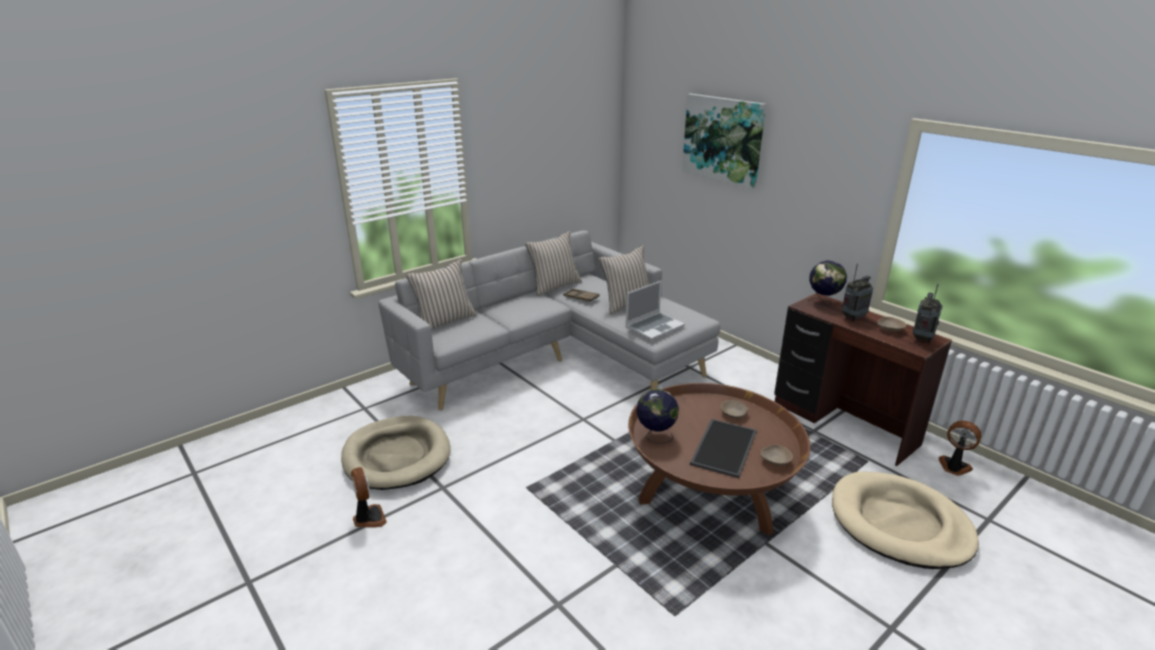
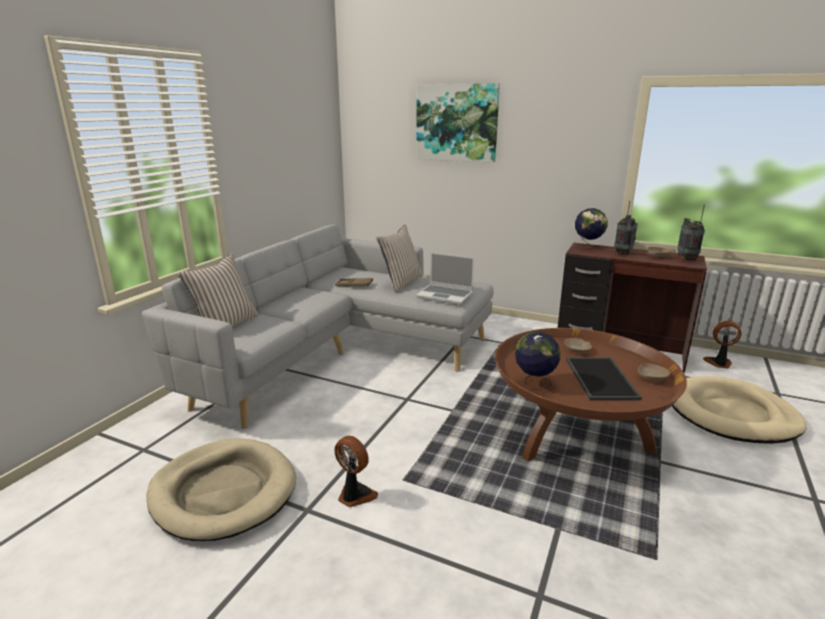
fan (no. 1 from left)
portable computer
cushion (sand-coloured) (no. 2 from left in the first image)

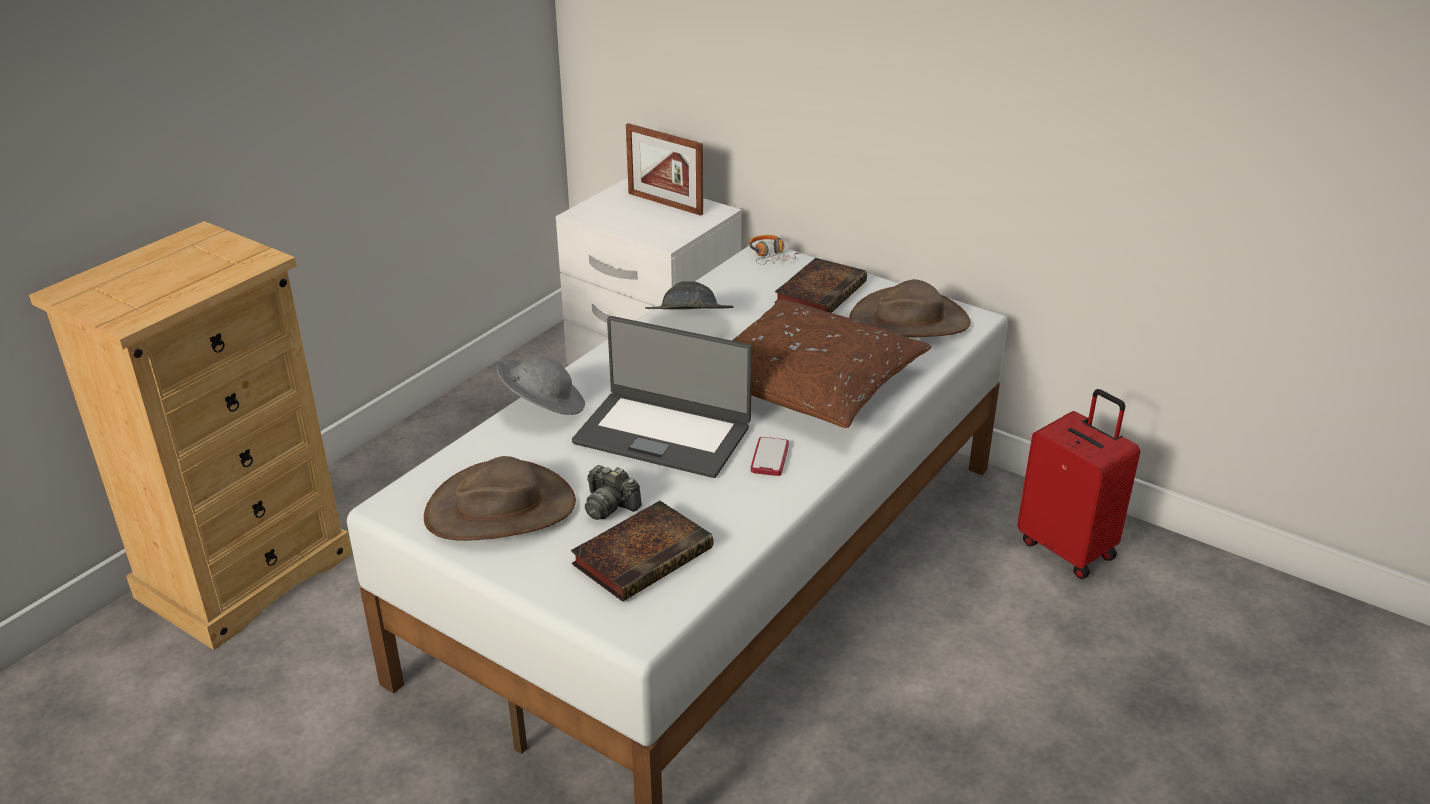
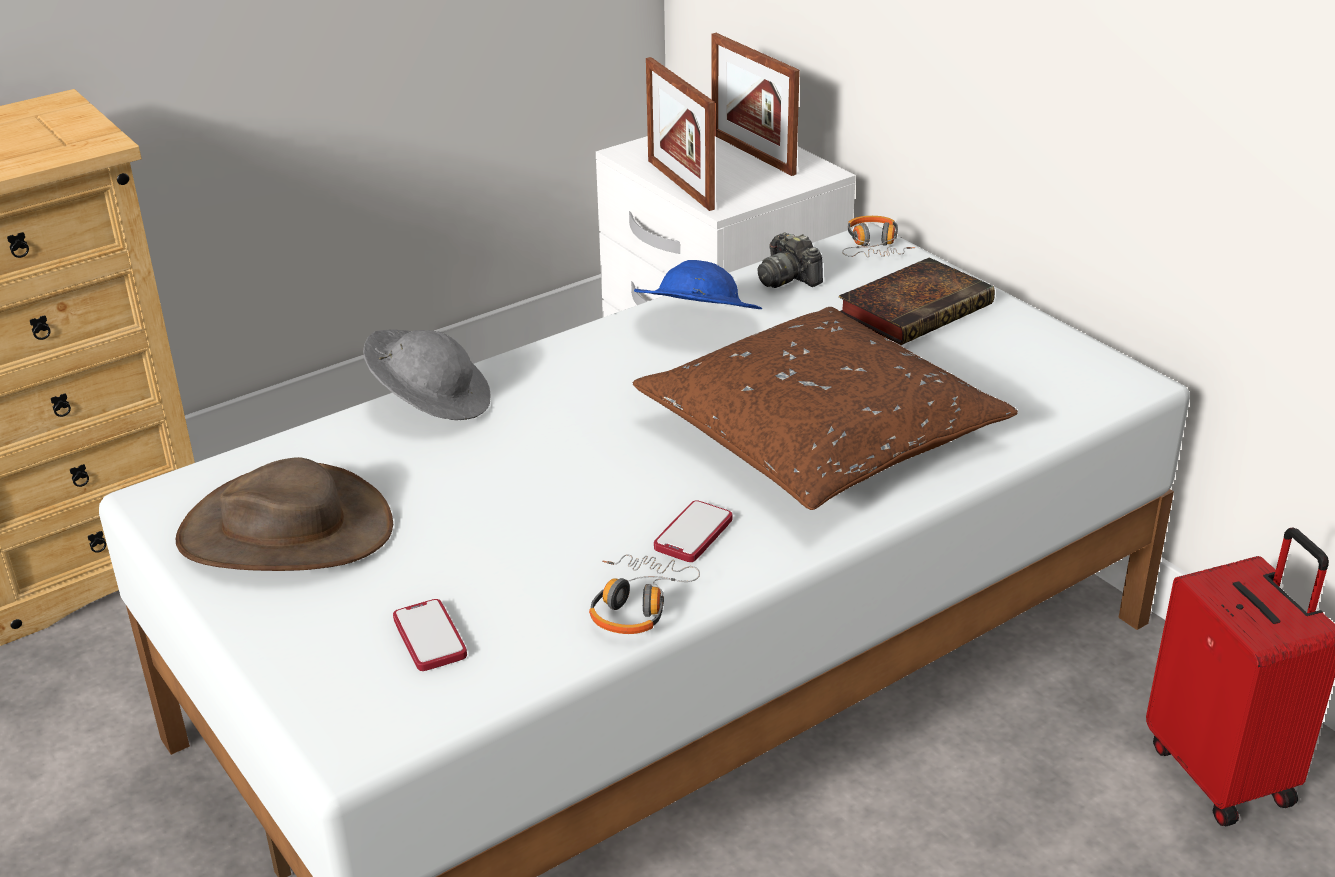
telephone (no. 1 from left)
headphones (no. 1 from left)
wearable hat (blue)
standing frame (no. 1 from left)
still camera
portable computer
wearable hat (brownish) (no. 2 from left in the first image)

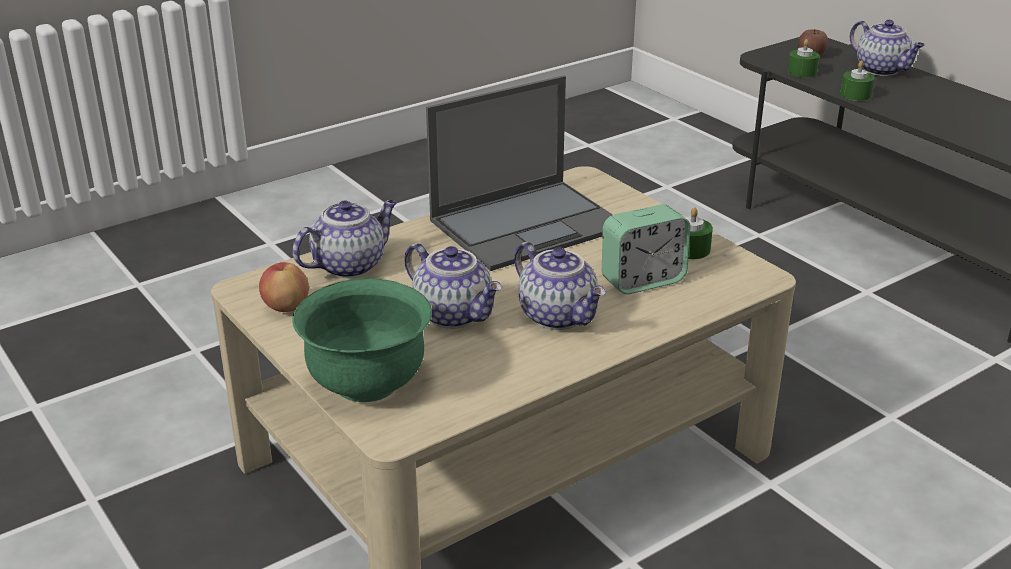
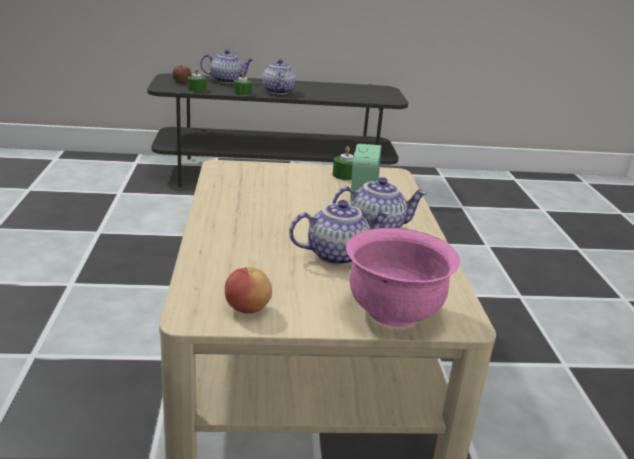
pot for tea (no. 2 from left)
serving bowl (pink)
portable computer

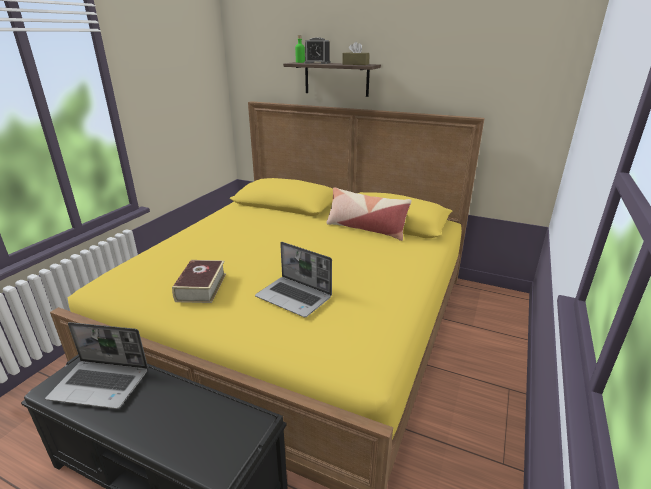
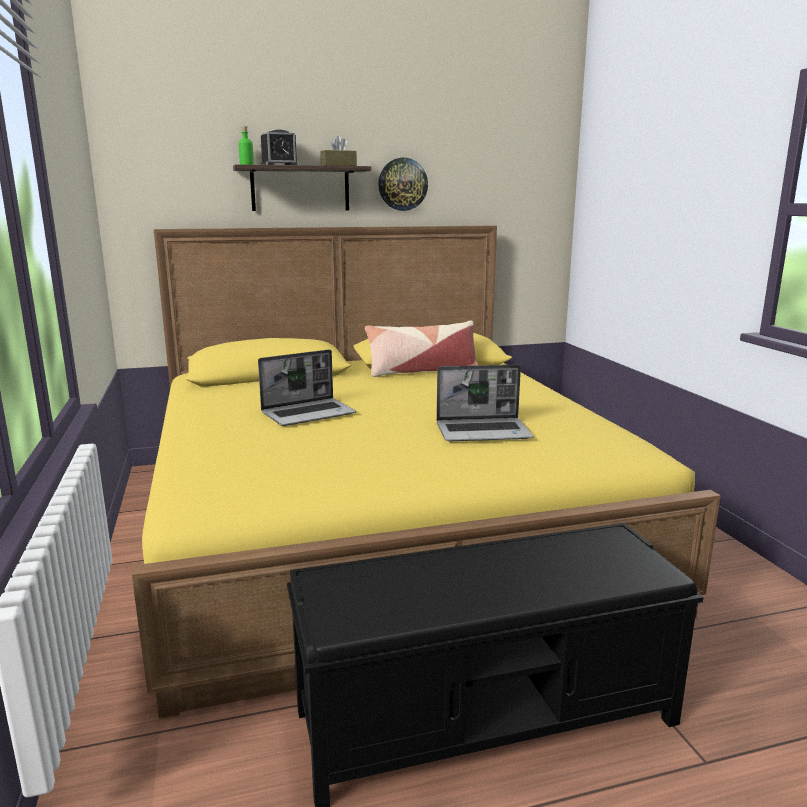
portable computer (no. 1 from left)
hanging clock
volume

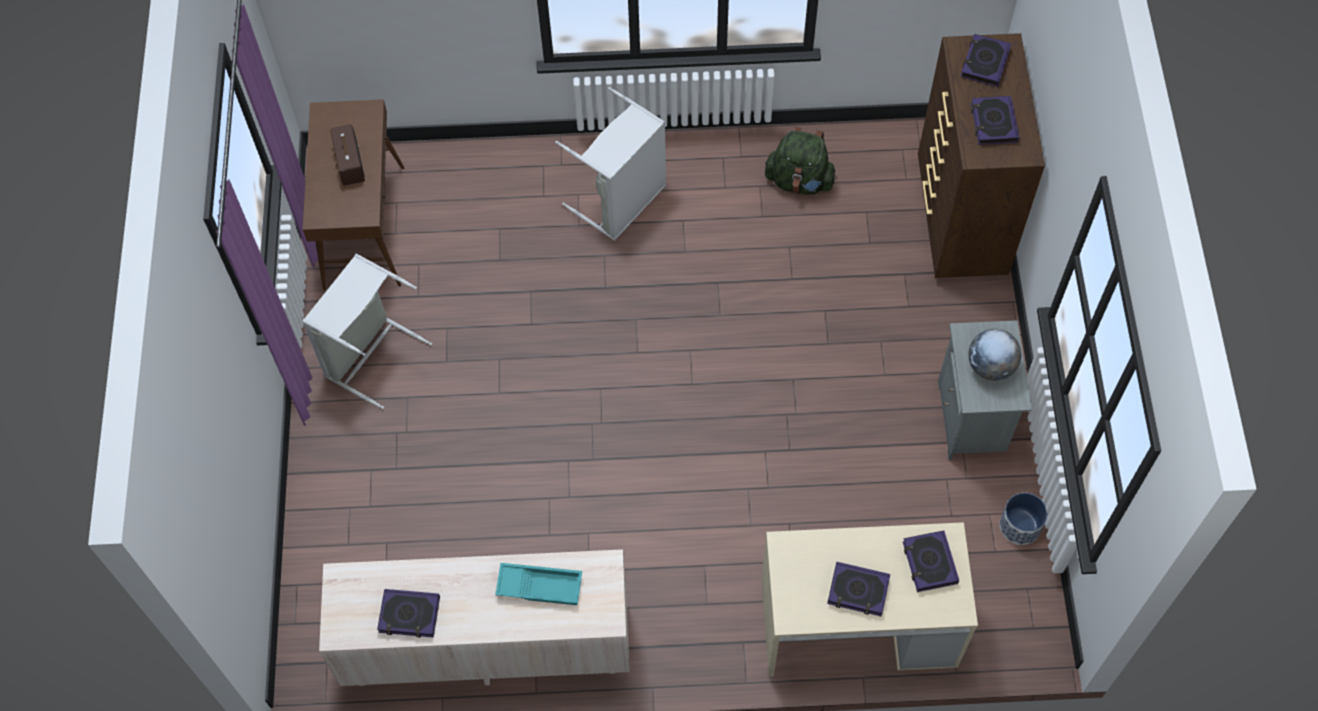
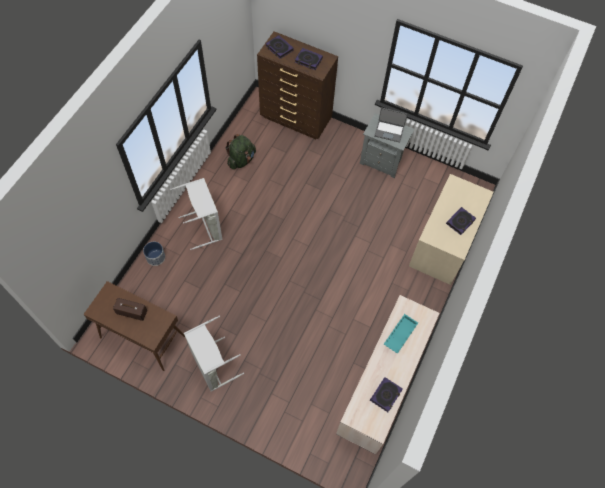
planter
portable computer
volume (no. 3 from left in the first image)

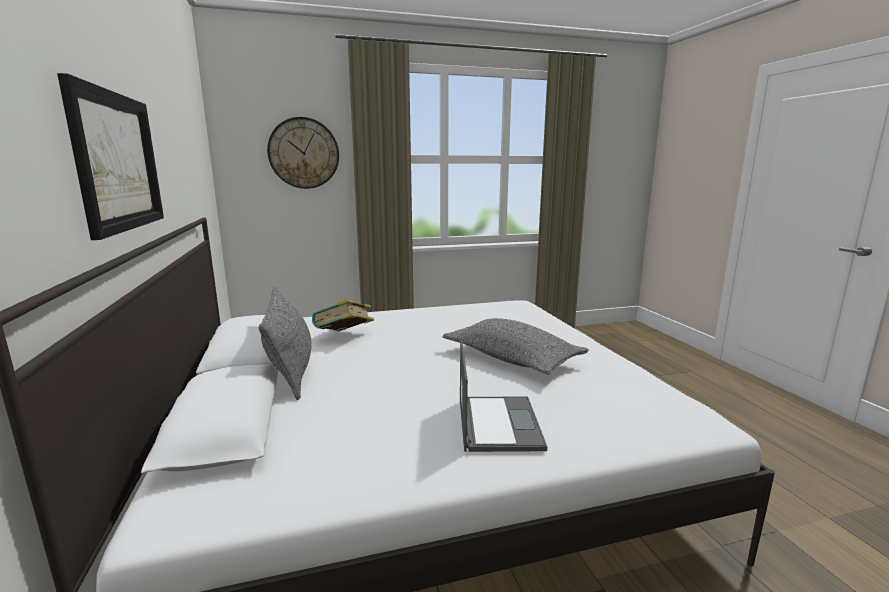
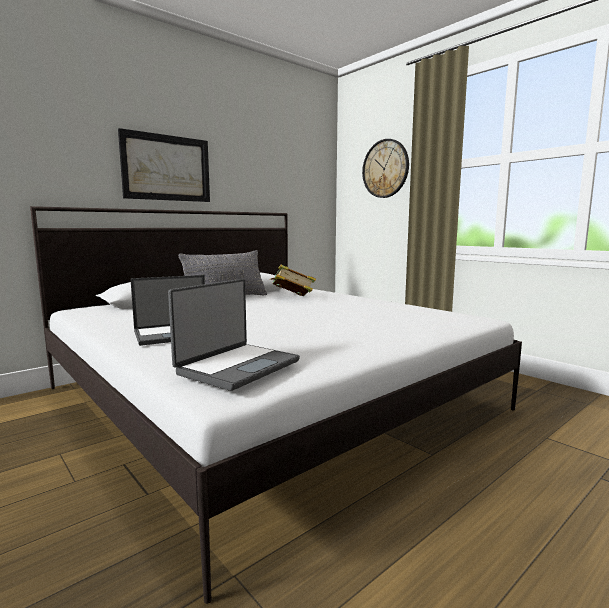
portable computer (no. 2 from left)
cushion (greyish) (no. 2 from left in the first image)

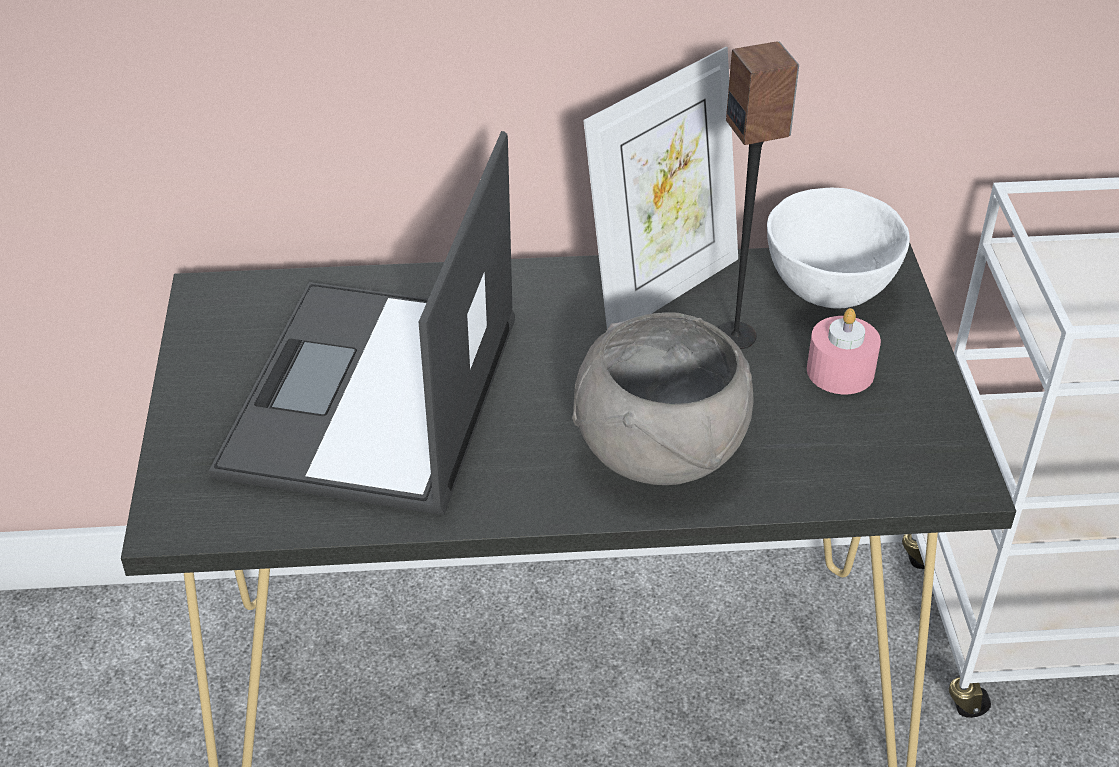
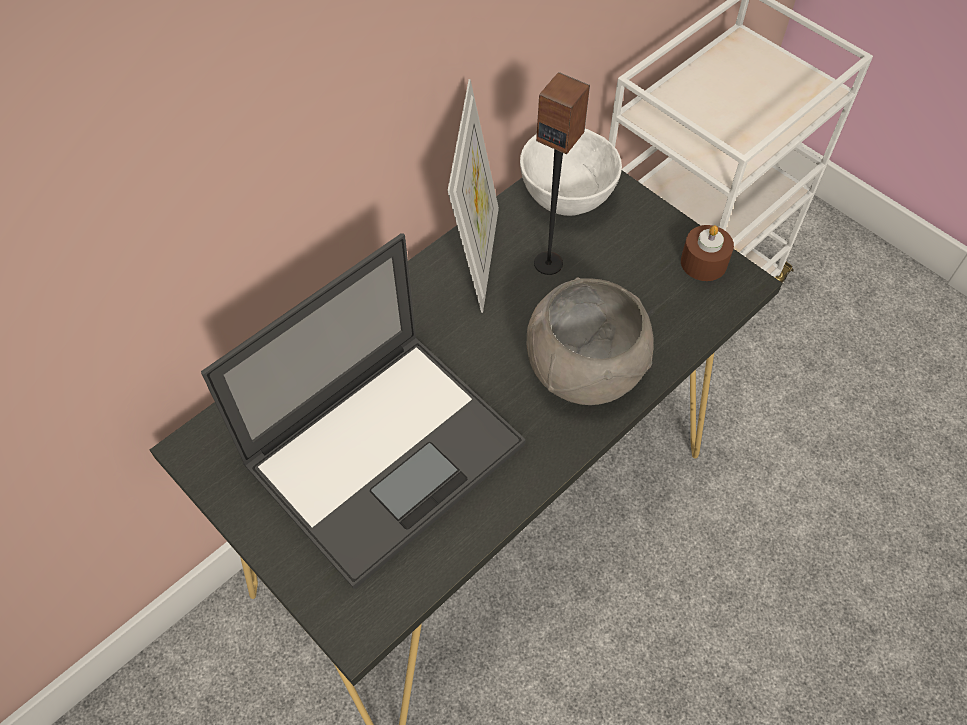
portable computer
wax light (brownish)
wax light (pink)

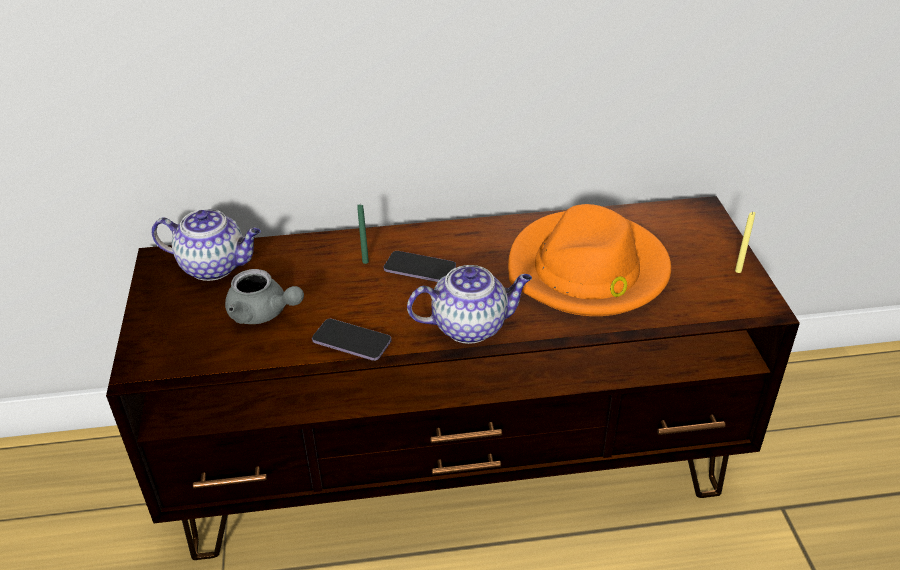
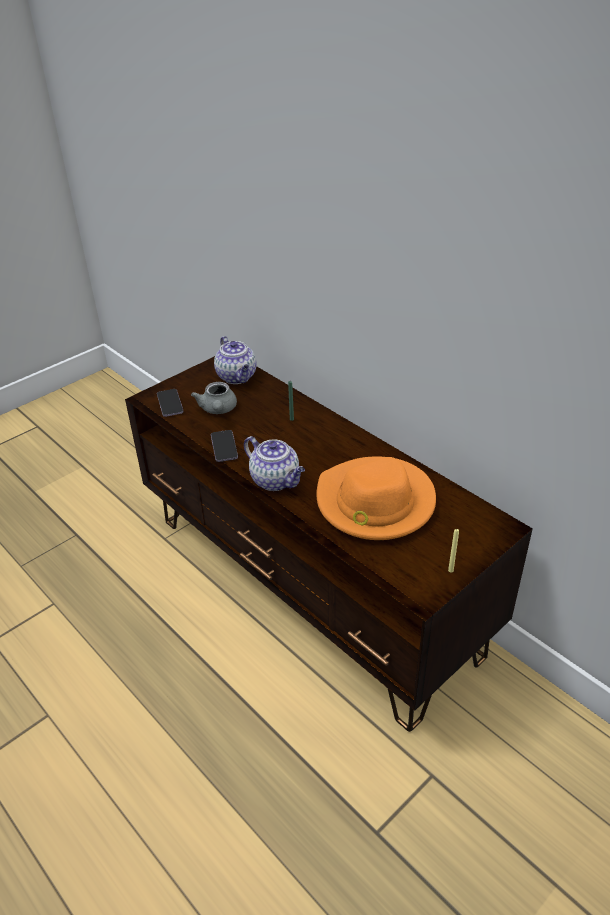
telephone (no. 1 from left)

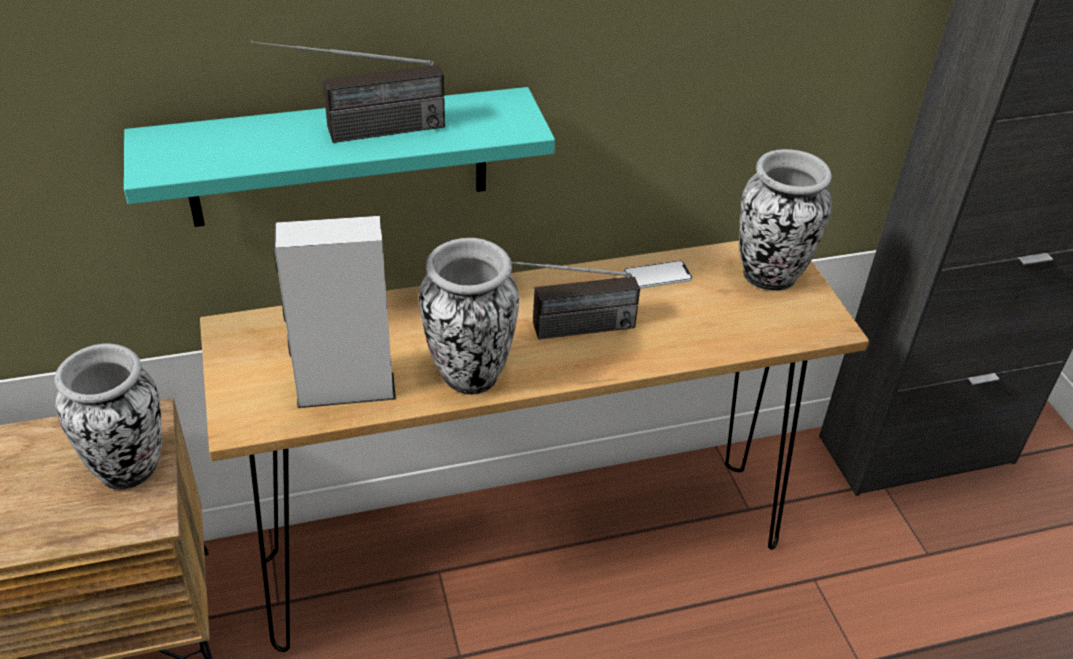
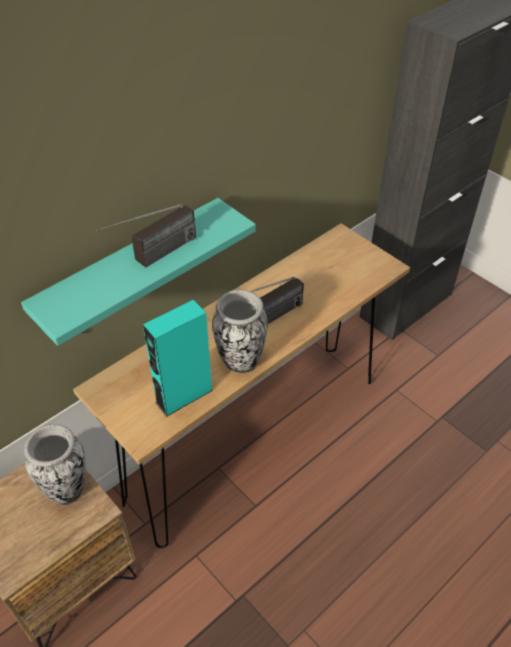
loudspeaker (turquoise)
telephone
decorative vase (no. 3 from left in the first image)

